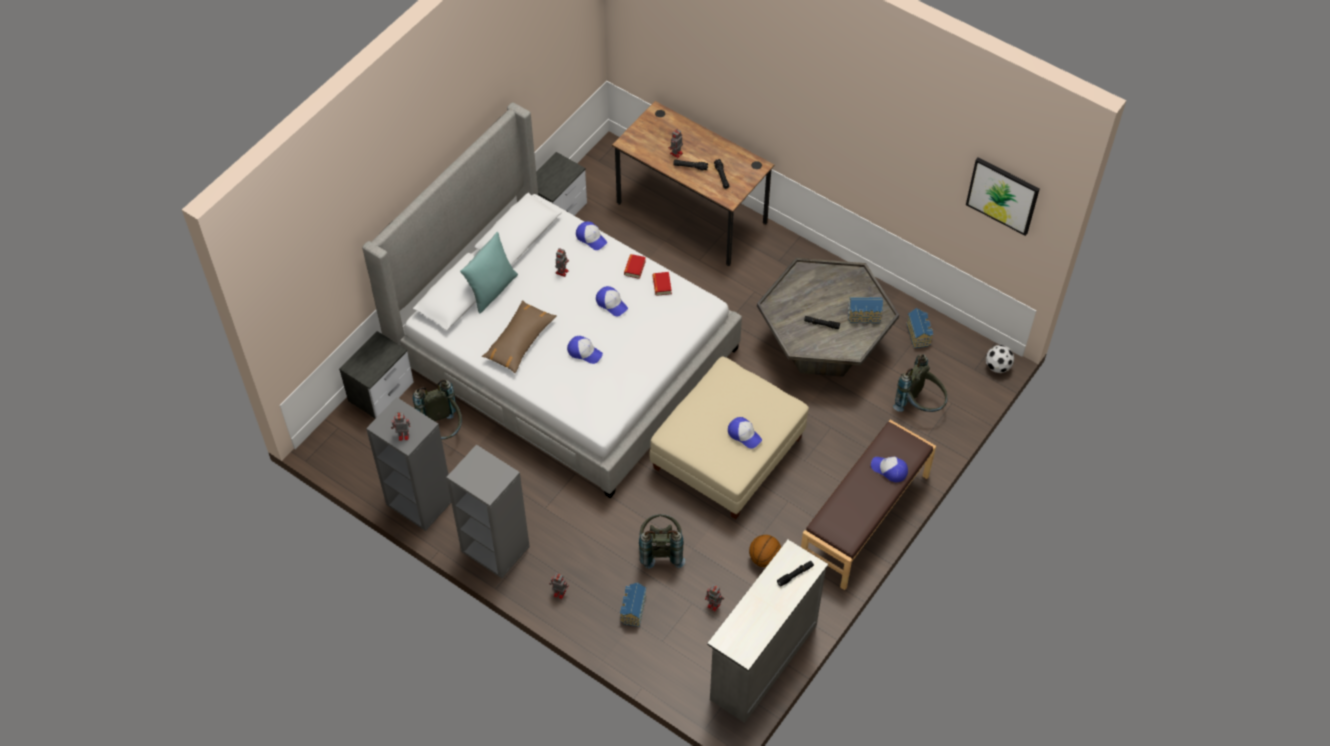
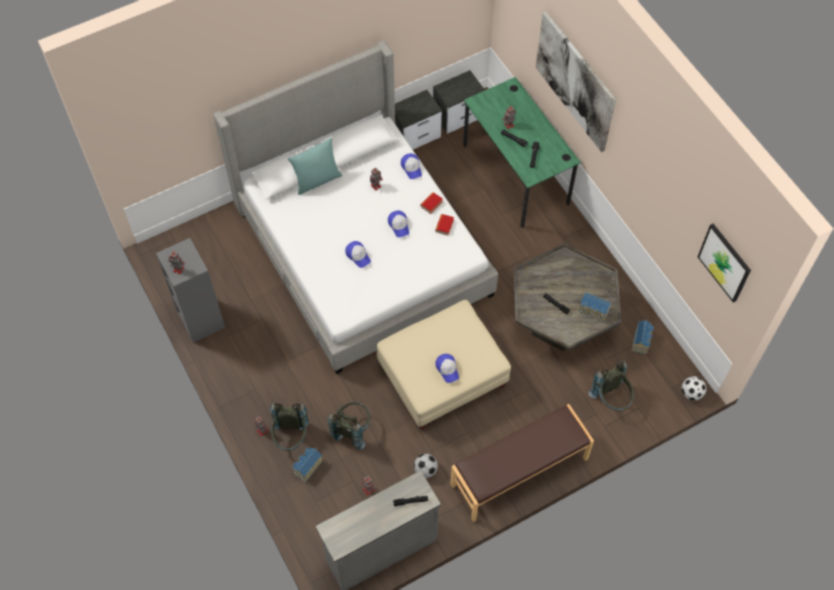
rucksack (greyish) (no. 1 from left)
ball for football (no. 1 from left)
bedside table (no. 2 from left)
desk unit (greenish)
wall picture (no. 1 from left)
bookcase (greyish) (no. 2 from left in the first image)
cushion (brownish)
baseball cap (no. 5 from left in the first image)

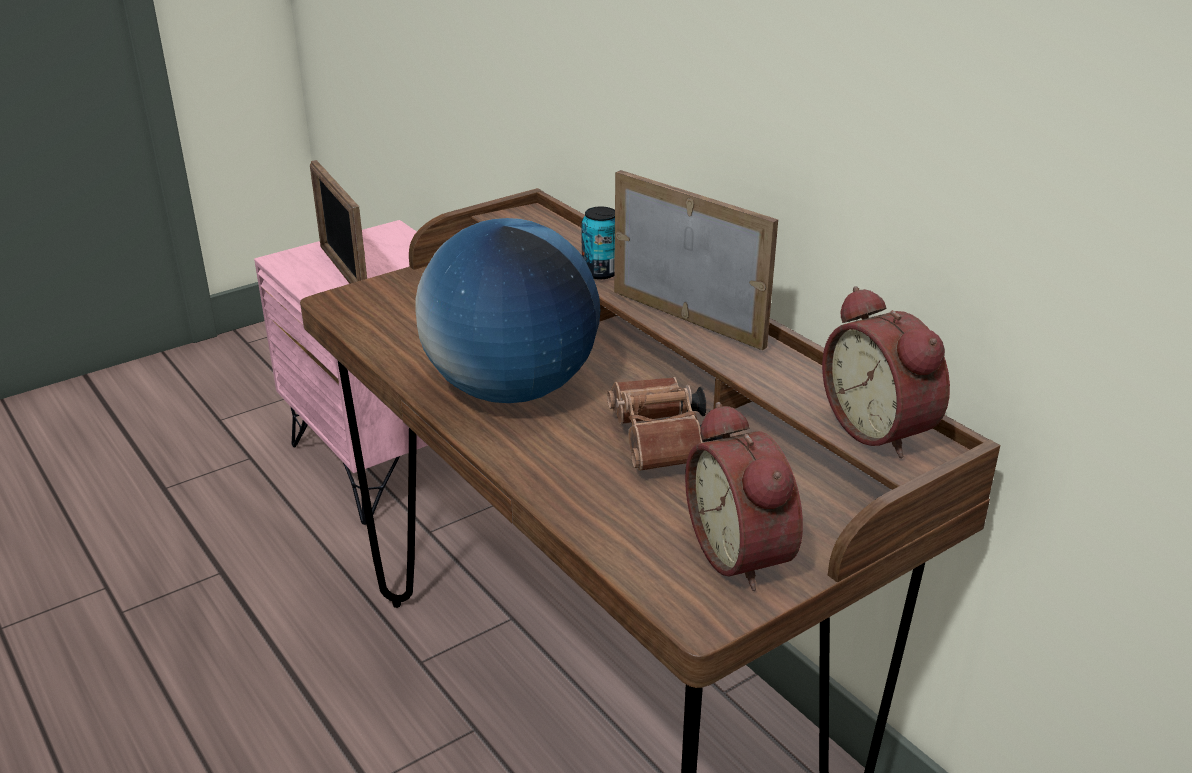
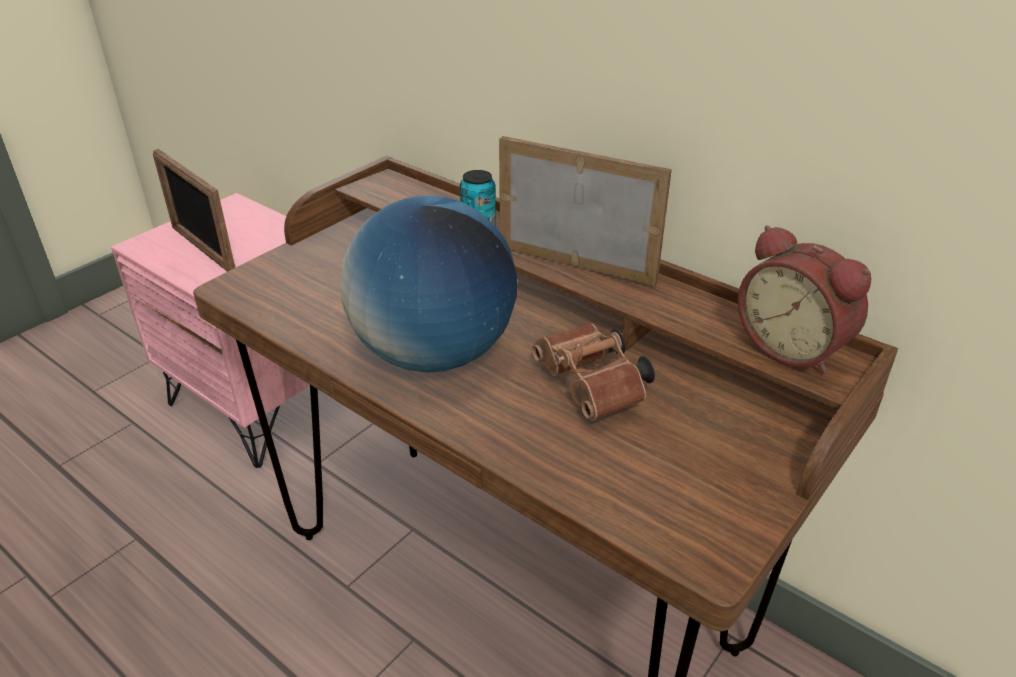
table clock (no. 1 from left in the first image)

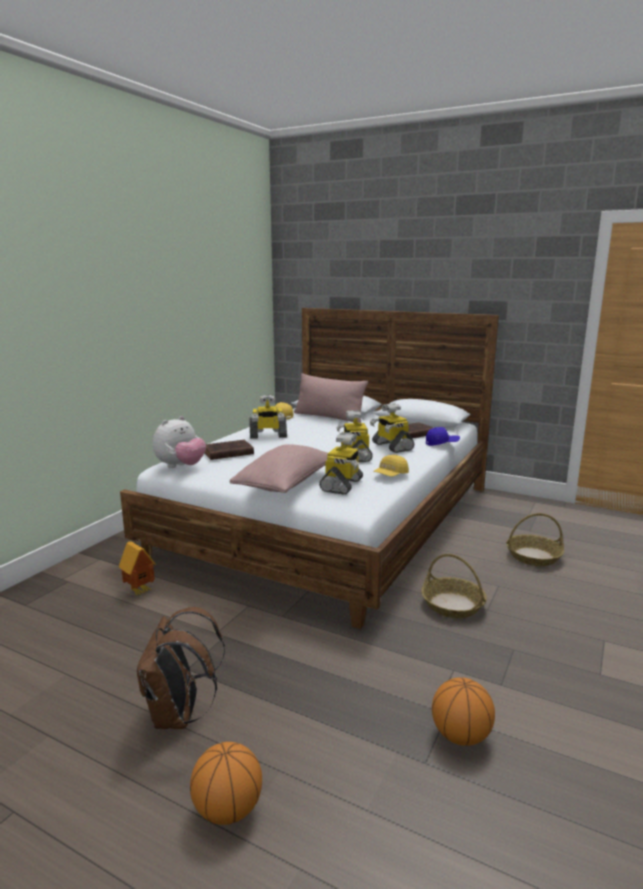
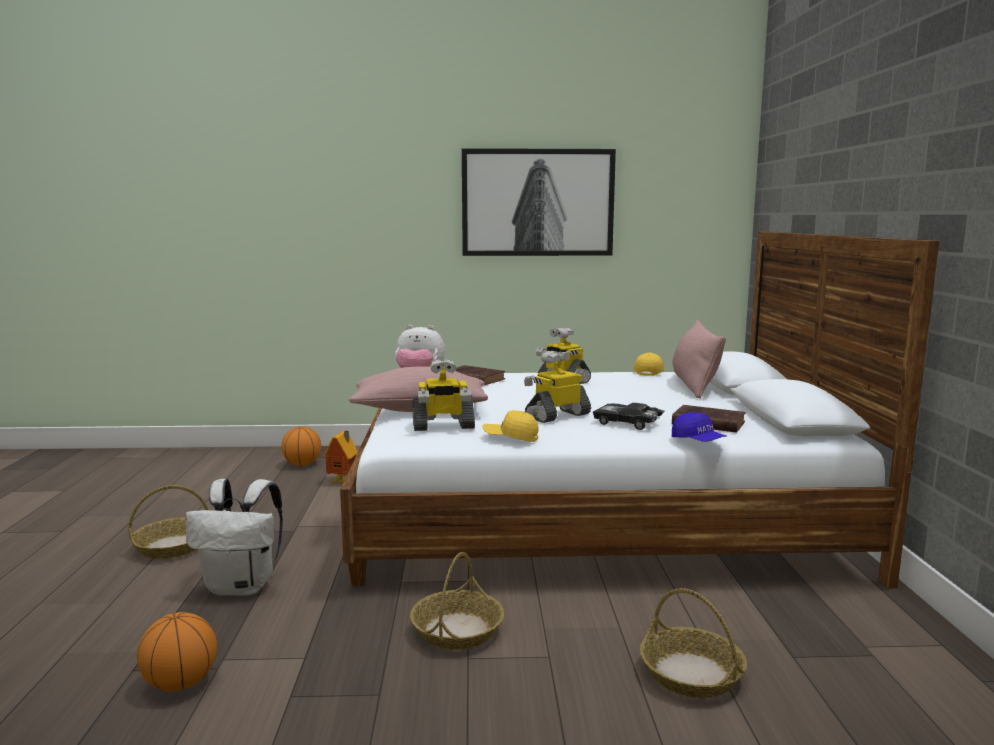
household basket (no. 1 from left)
rucksack (white)
ball for basketball (no. 2 from left)
wall picture
model car (black)

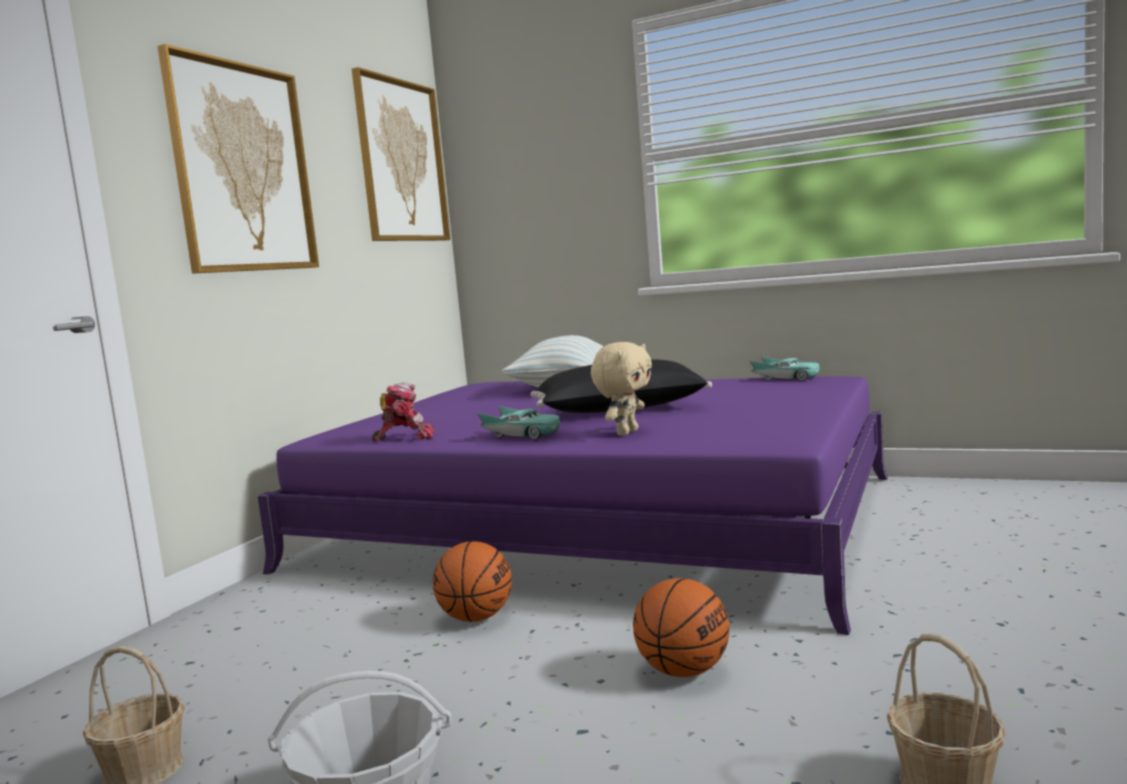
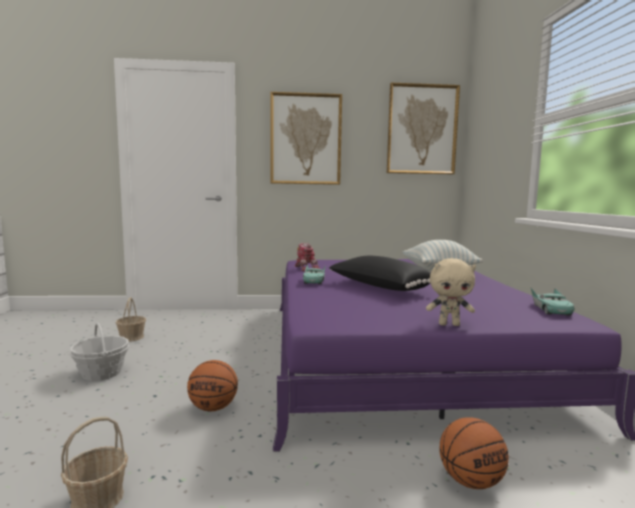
cuddly toy (sand-coloured)
ball for basketball (no. 2 from left)

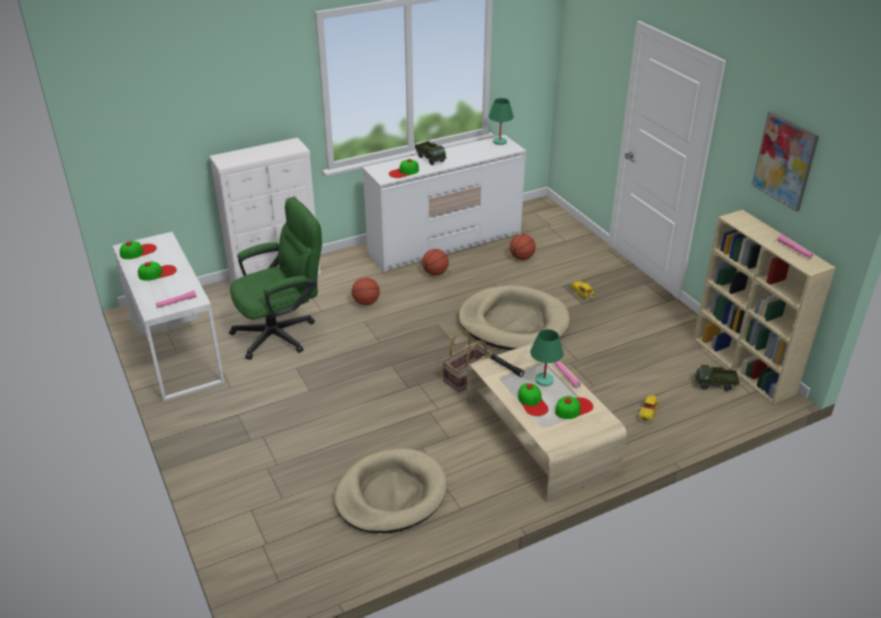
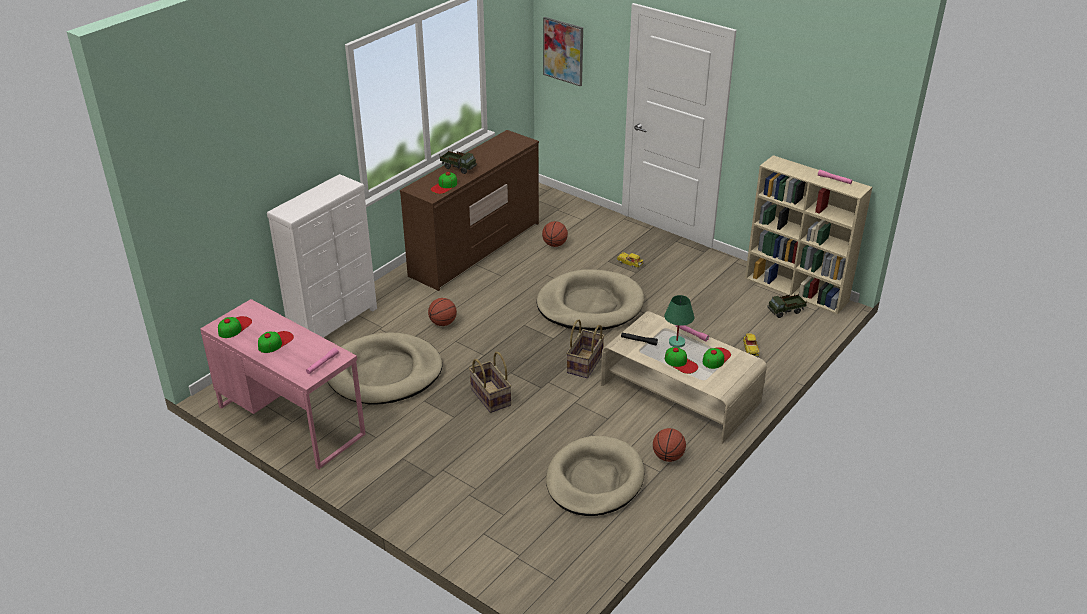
desk unit (pink)
dog bed (sand-coloured) (no. 1 from left)
chest of drawers (brownish)
household basket (no. 1 from left)
wall picture
ball for basketball (no. 3 from left)
table lamp (greenish) (no. 1 from left in the first image)

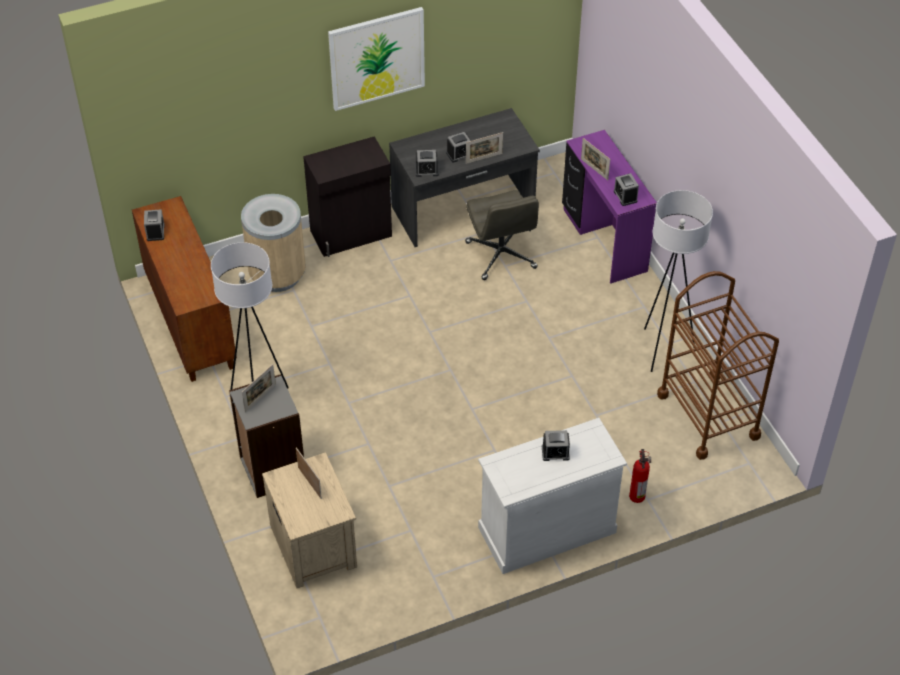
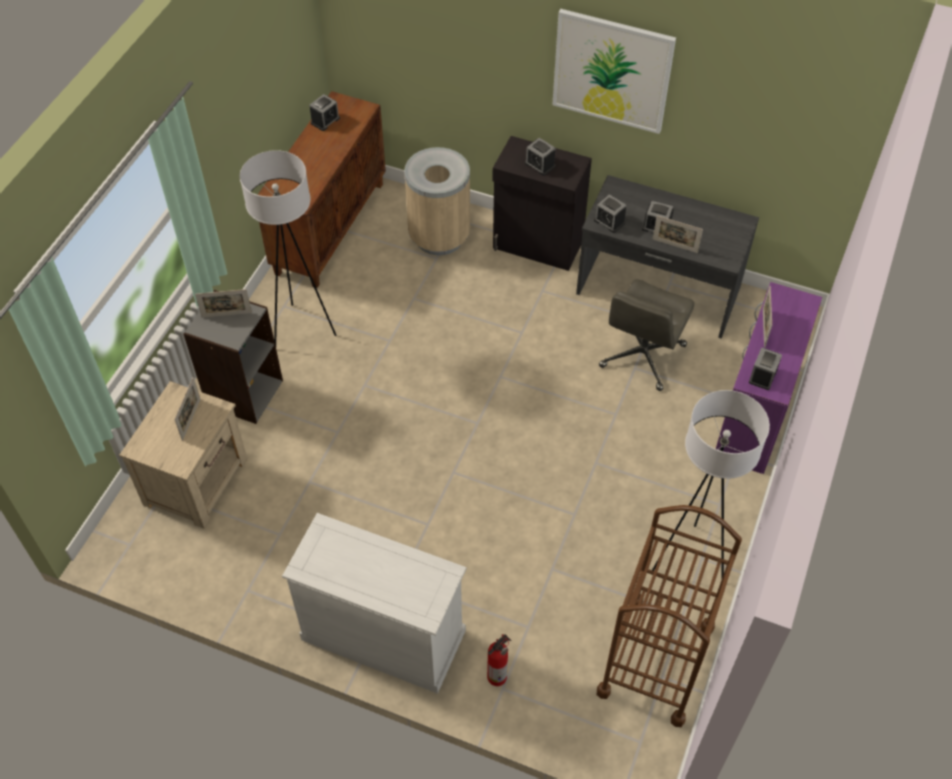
table clock (no. 2 from left)

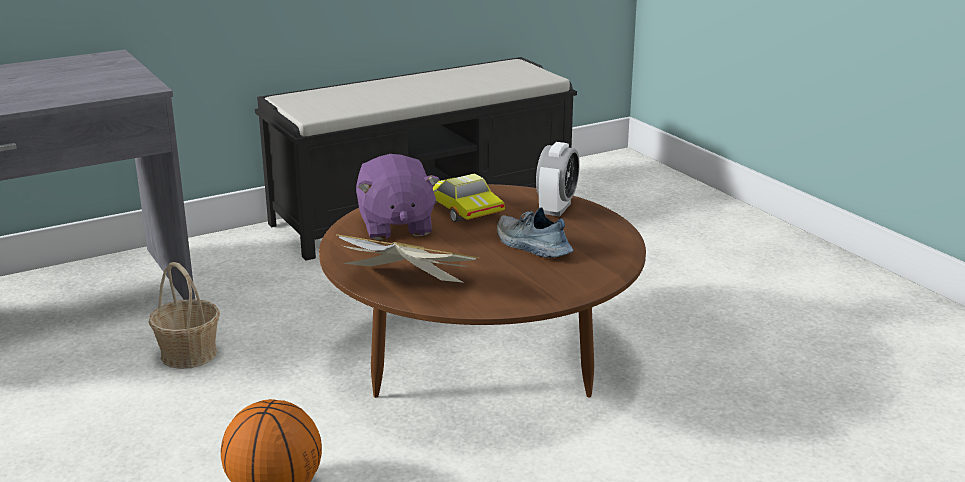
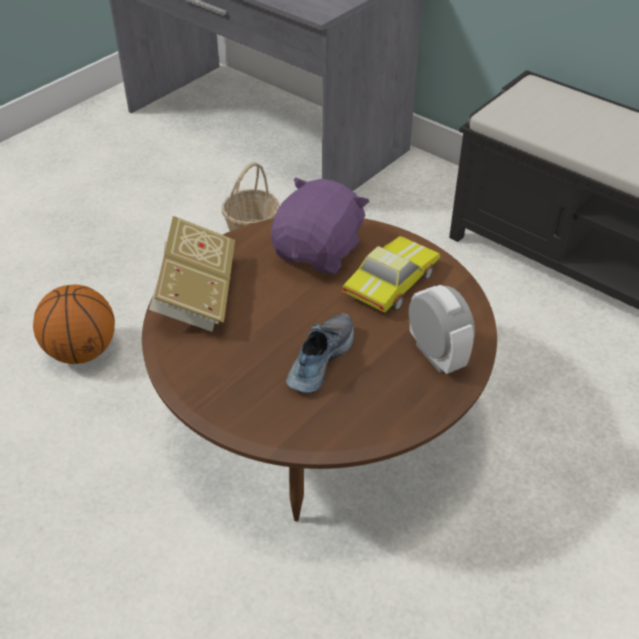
cuddly toy (purple-coloured)
table clock

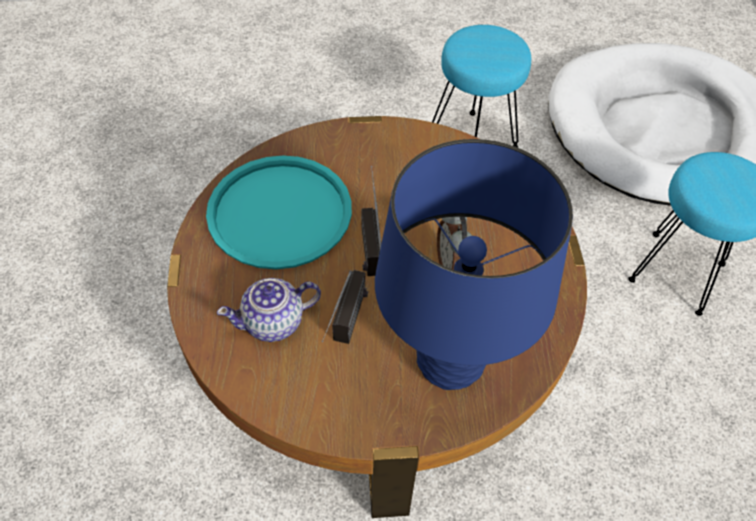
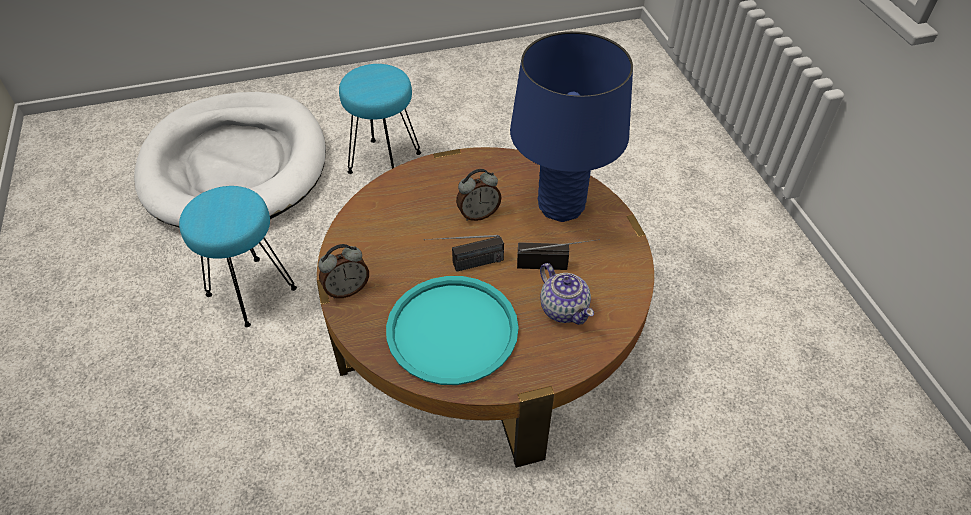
table clock (no. 1 from left)

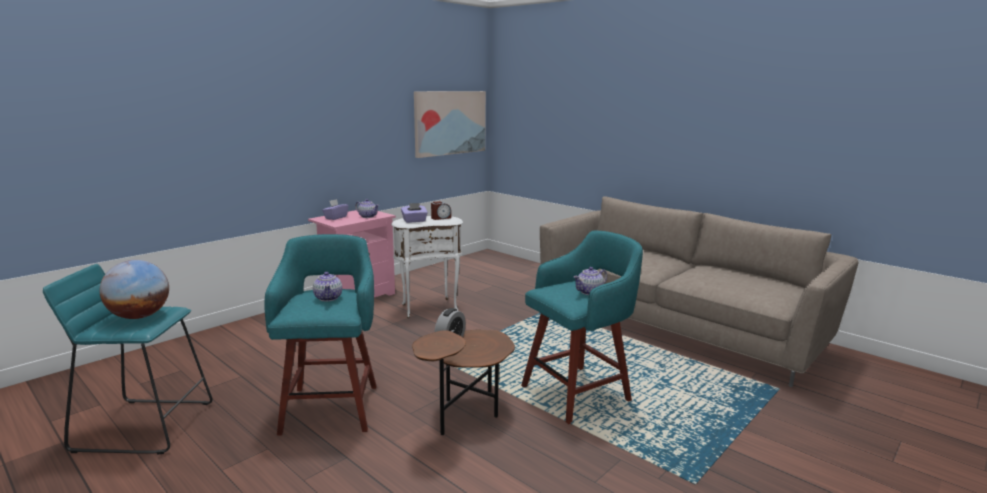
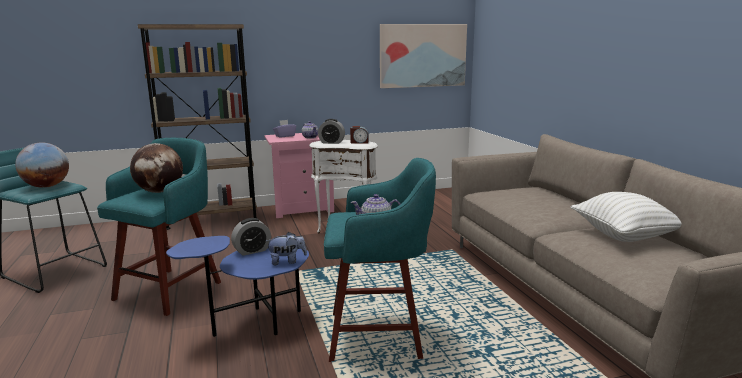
world globe (no. 2 from left)
bookcase (brownish)
end table (blue)
cuddly toy
table clock (no. 2 from left)
cushion (white)

